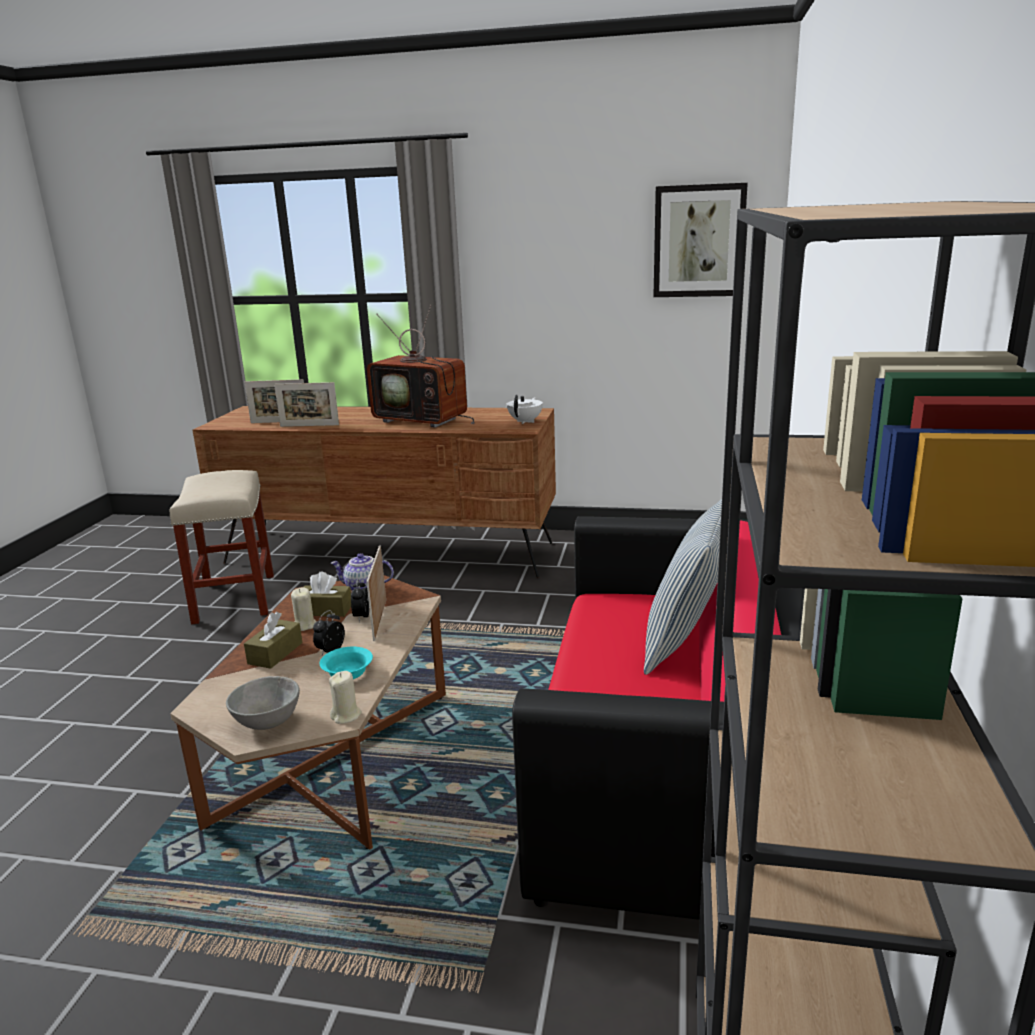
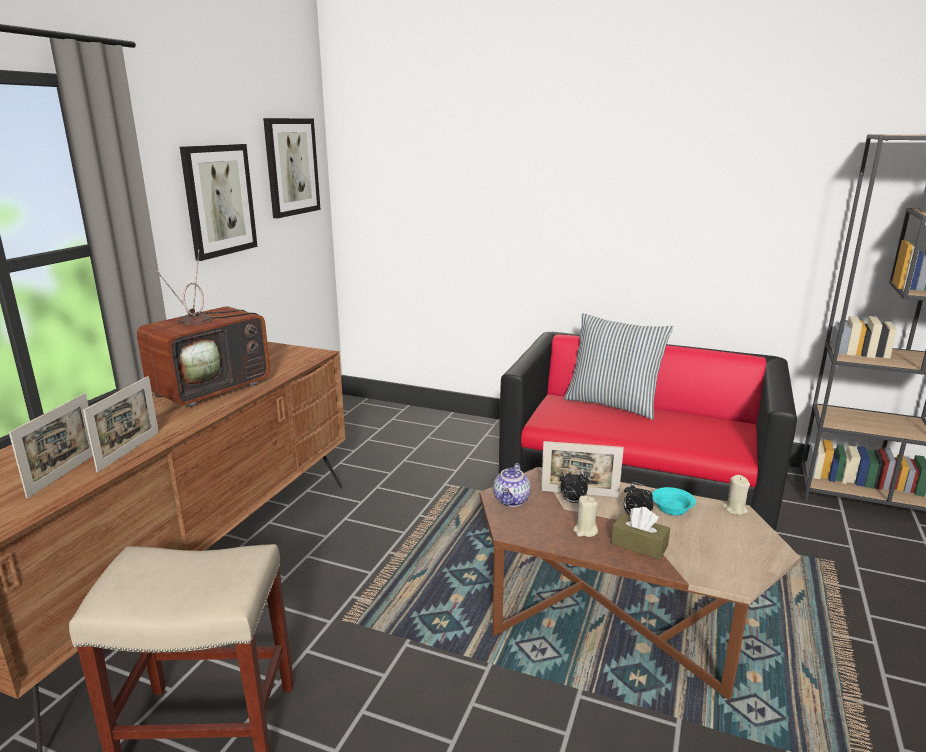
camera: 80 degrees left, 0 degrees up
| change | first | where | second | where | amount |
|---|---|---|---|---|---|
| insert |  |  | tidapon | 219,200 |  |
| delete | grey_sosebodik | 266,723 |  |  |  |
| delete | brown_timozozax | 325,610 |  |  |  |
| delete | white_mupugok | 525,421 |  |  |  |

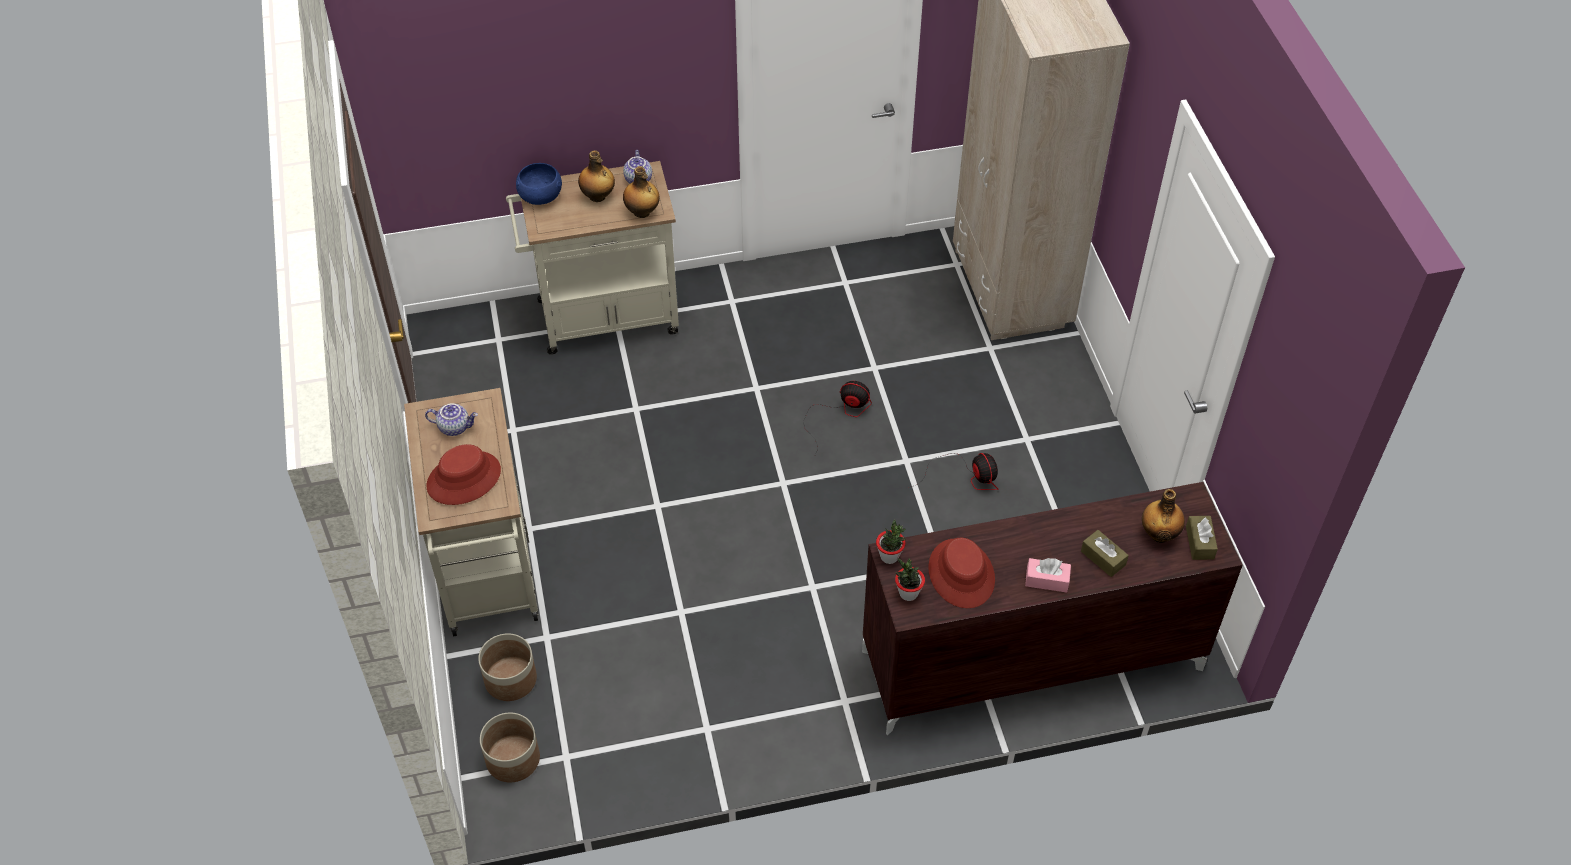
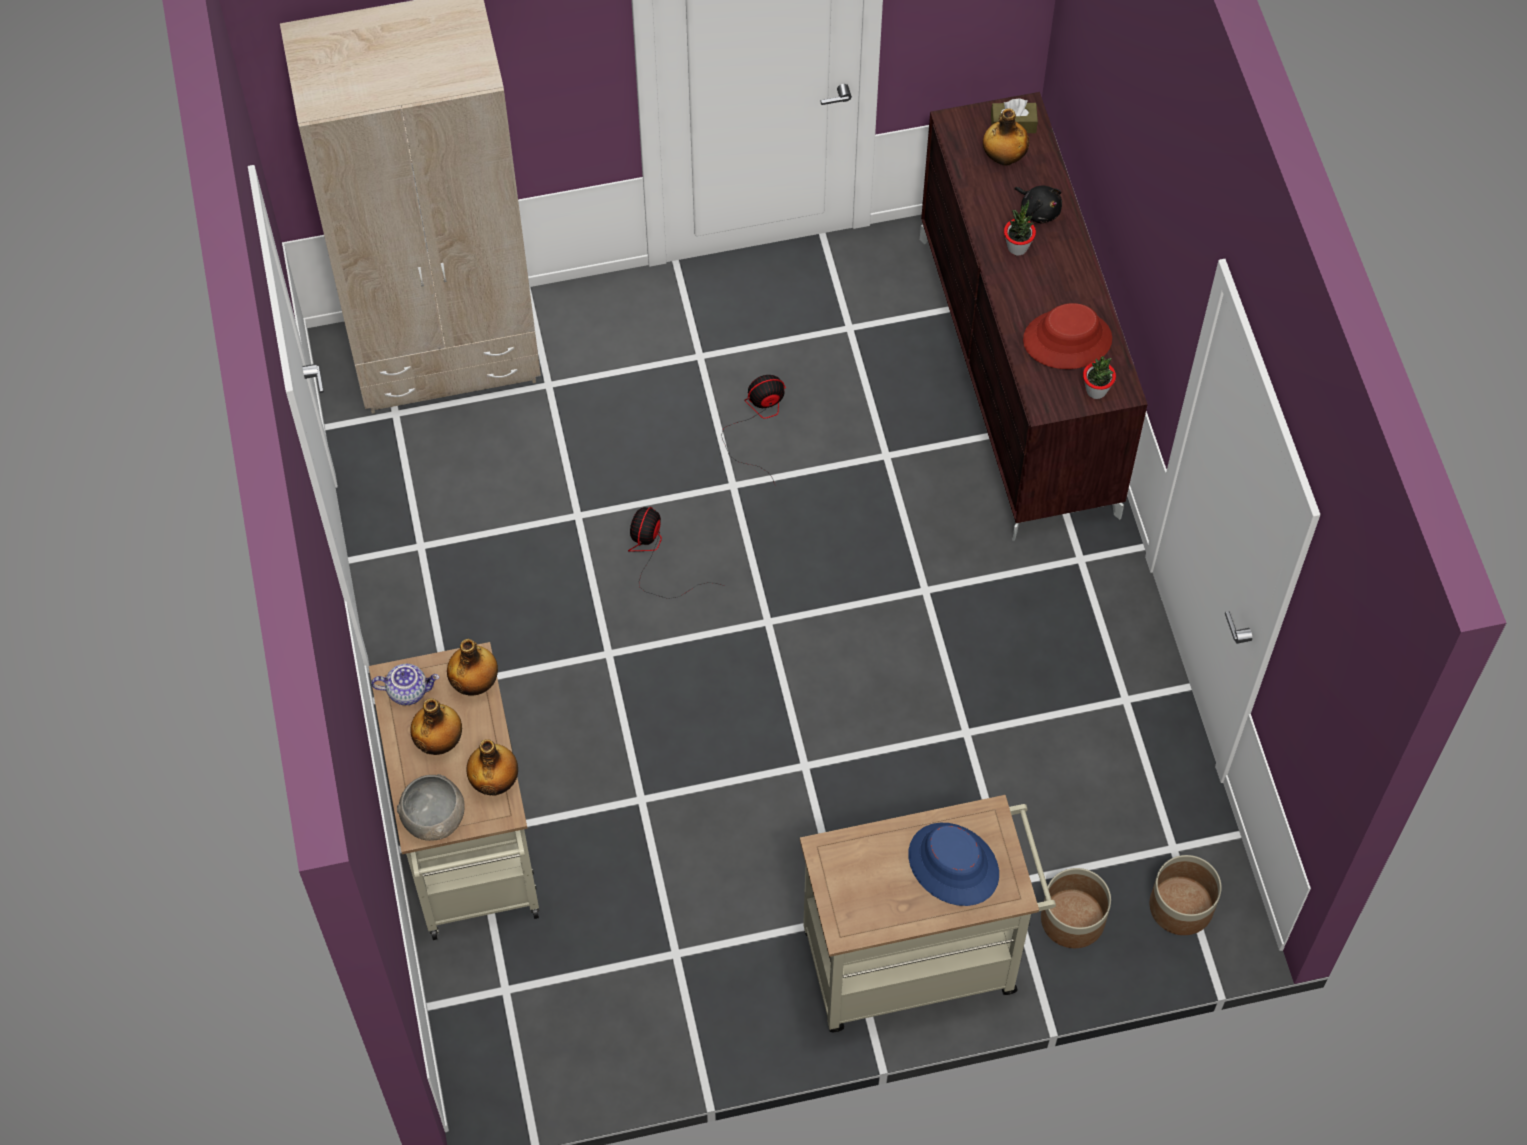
camera: 90 degrees left, 10 degrees up
| change | first | where | second | where | amount |
|---|---|---|---|---|---|
| recolor | blue_sosebodik | 541,196 | grey_sosebodik | 434,817 |  |
| insert |  |  | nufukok | 495,781 |  |
| recolor | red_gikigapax | 463,478 | blue_gikigapax | 953,865 |  |
| move | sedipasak | 889,556 |  | 1017,247 |  |
| replace | brown_timozozax | 1103,558 | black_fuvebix | 1038,210 |  |
| delete | mupugok | 455,427 |  |  |  |
| delete | pink_timozozax | 1047,580 |  |  |  |

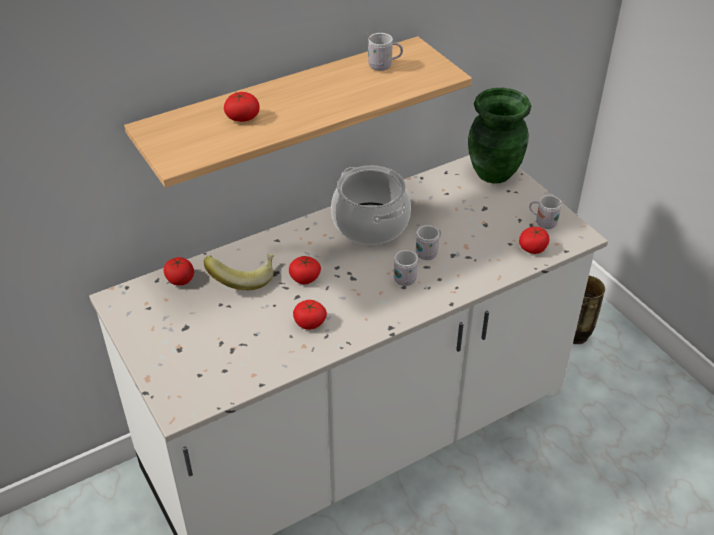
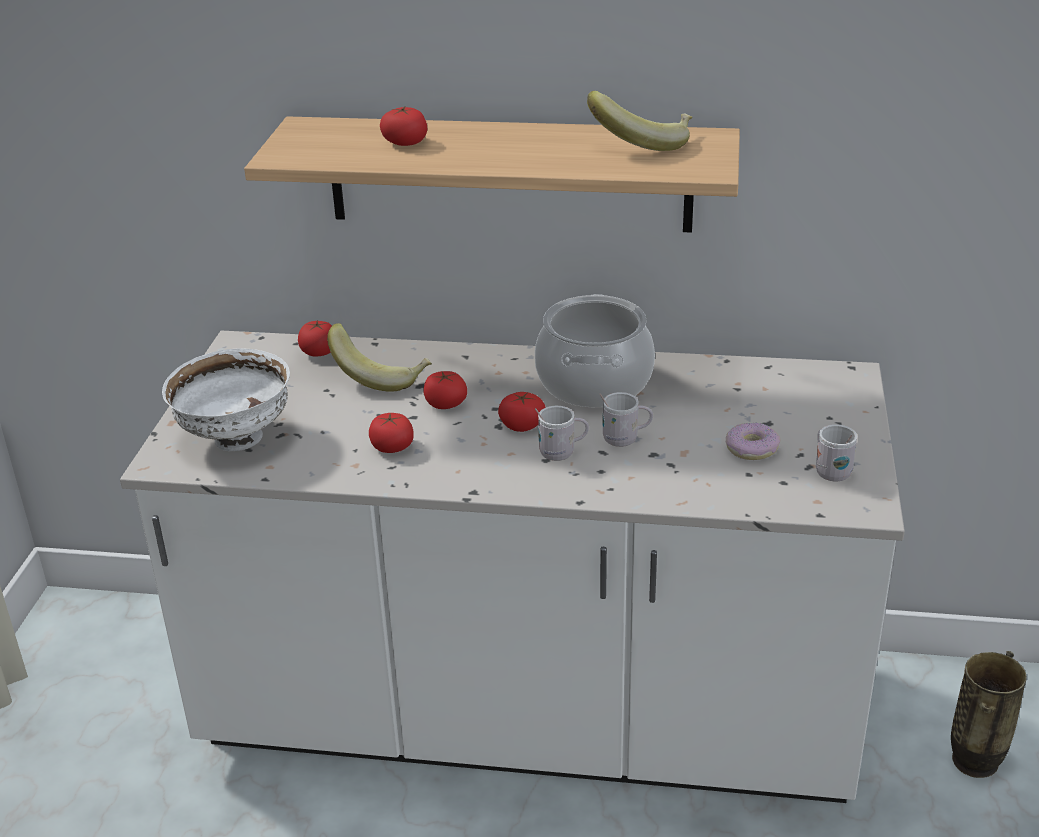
camera: 40 degrees right, 10 degrees down
| change | first | where | second | where | amount |
|---|---|---|---|---|---|
| insert |  |  | white_sosebodik | 236,440 |  |
| move | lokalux | 533,248 |  | 522,425 |  |
| replace | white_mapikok | 384,66 | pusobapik | 642,143 |  |
| insert |  |  | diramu | 751,448 |  |
| delete | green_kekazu | 494,173 |  |  |  |

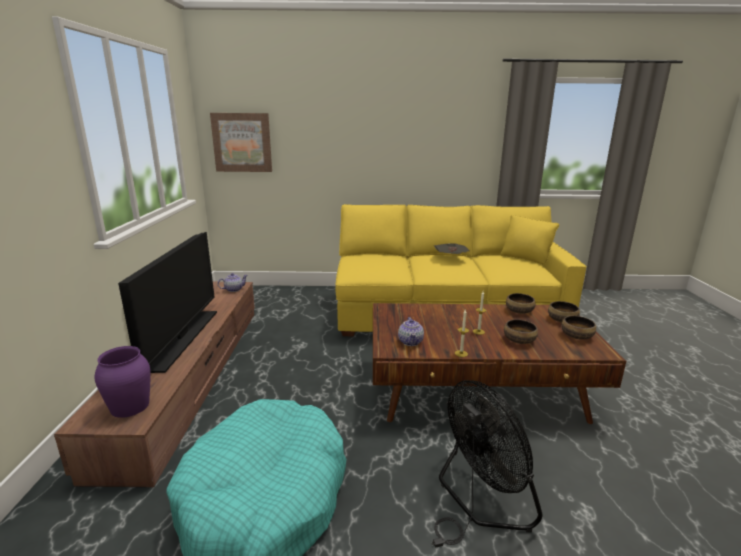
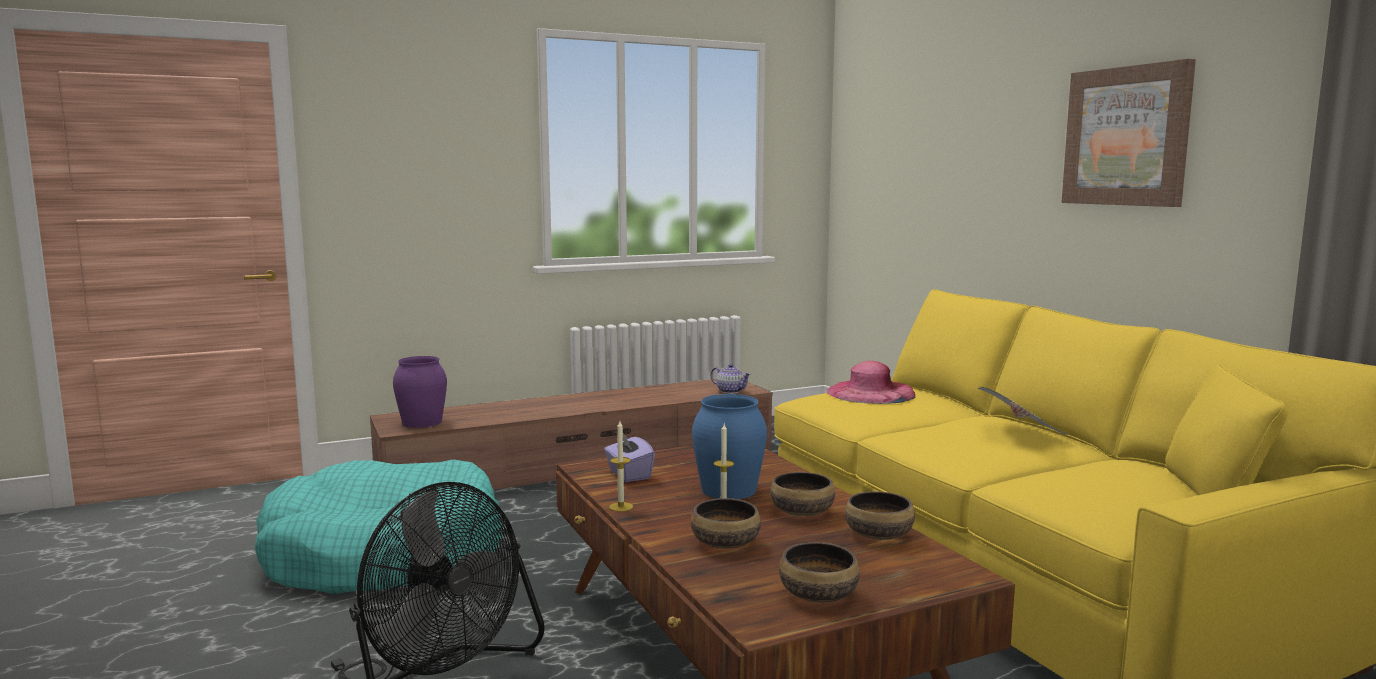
camera: 65 degrees right, 10 degrees down
| change | first | where | second | where | amount |
|---|---|---|---|---|---|
| replace | mupugok | 410,342 | purple_timozozax | 628,474 |  |
| insert |  |  | blue_kekazu | 729,489 |  |
| move | sosebodik | 562,320 |  | 802,512 |  |
| insert |  |  | pink_gikigapax | 871,392 |  |
| move | tidapon | 242,142 |  | 1127,136 |  |
| delete | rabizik | 183,339 |  |  |  |

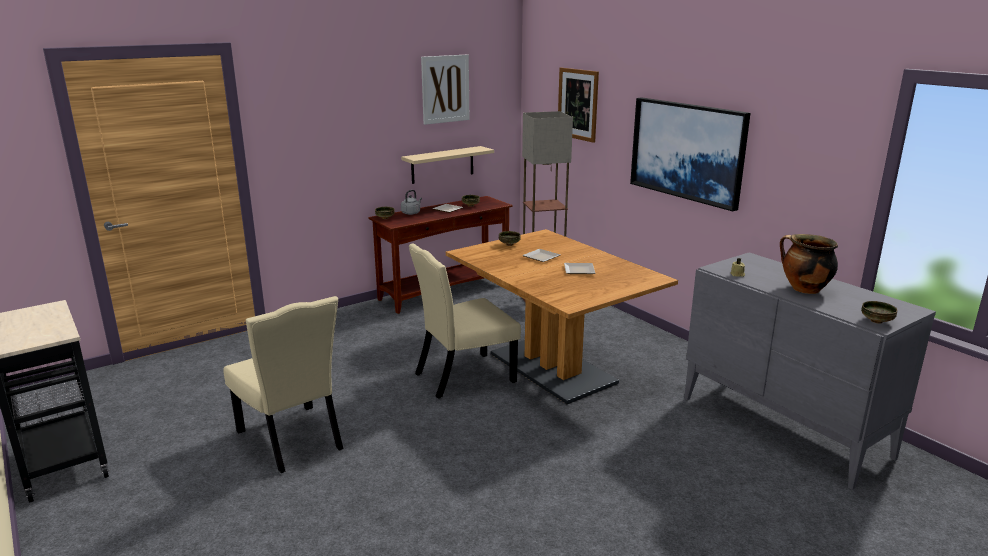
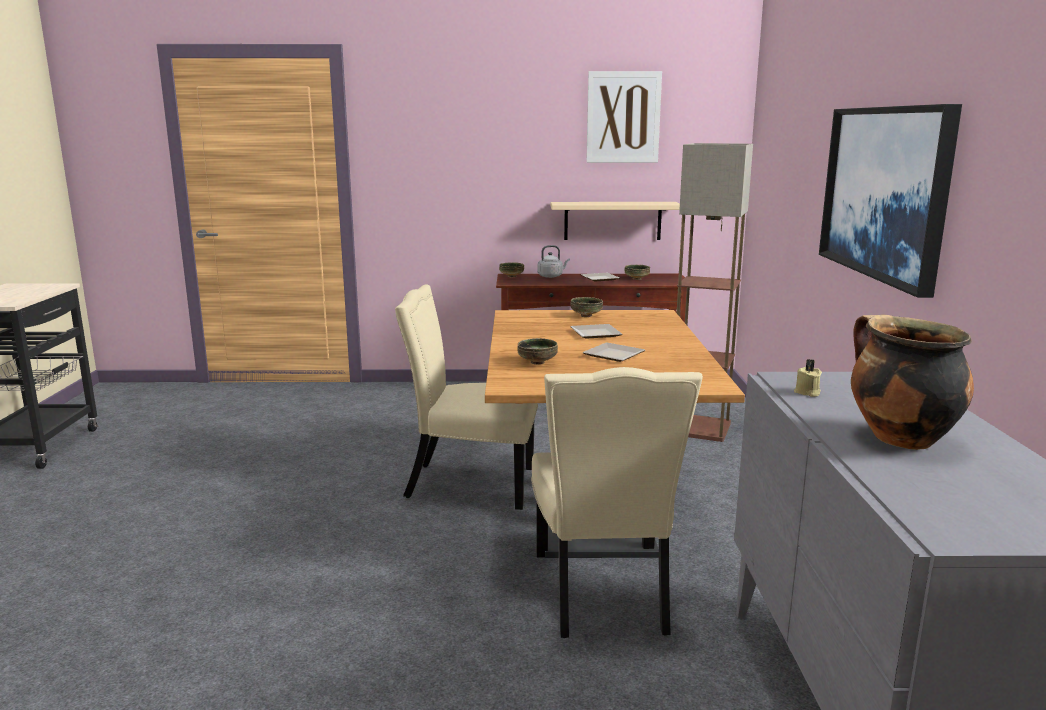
camera: 35 degrees right, 5 degrees down
| change | first | where | second | where | amount |
|---|---|---|---|---|---|
| move | sosebodik | 877,321 |  | 538,362 |  |
| move | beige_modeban | 291,437 |  | 603,589 |  |
| delete | tidapon | 578,104 |  |  |  |

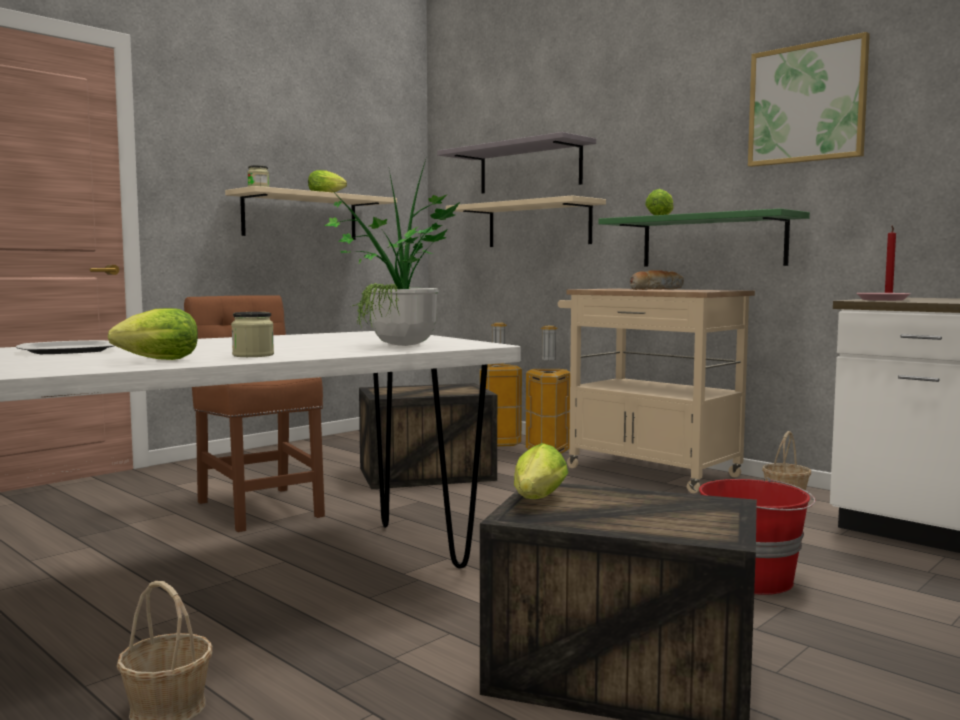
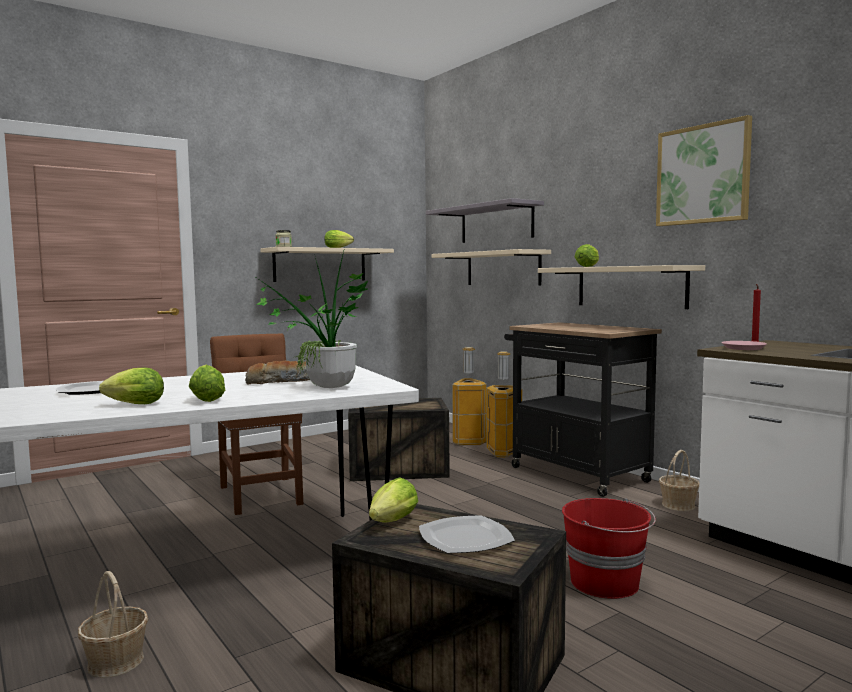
camera: 10 degrees right, 0 degrees up
| change | first | where | second | where | amount |
|---|---|---|---|---|---|
| replace | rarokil | 253,355 | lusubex | 206,399 |  |
| move | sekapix | 656,289 |  | 282,381 |  |
| insert |  |  | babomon | 465,538 |  |
| recolor | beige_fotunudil | 647,471 | black_fotunudil | 575,473 |  |
| recolor | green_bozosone | 712,241 | beige_bozosone | 630,287 |  |

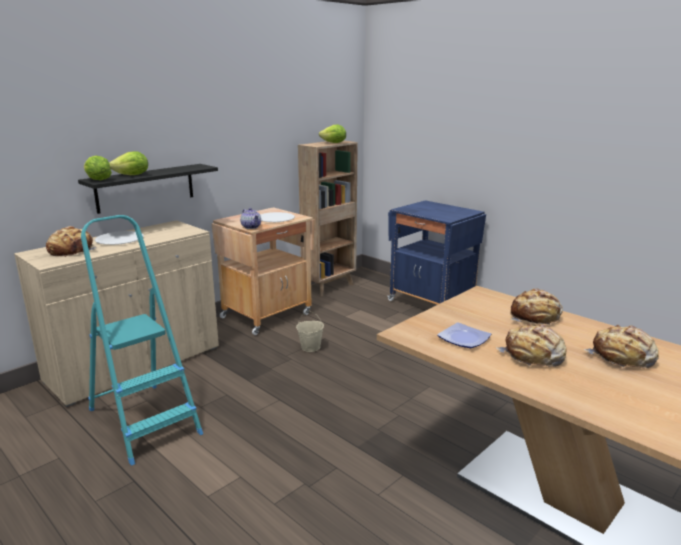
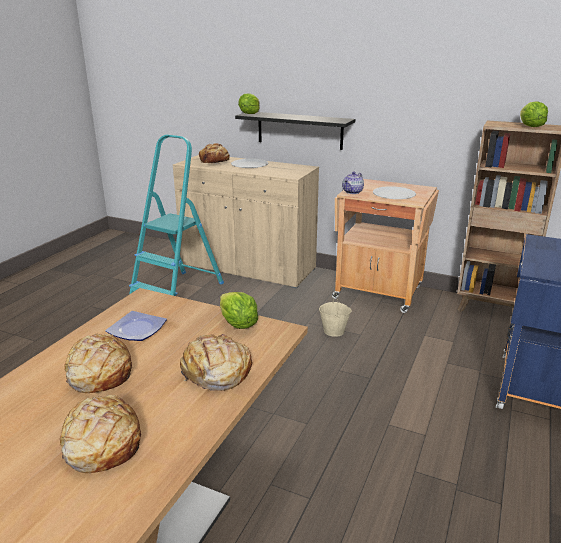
camera: 70 degrees right, 5 degrees up
| change | first | where | second | where | amount |
|---|---|---|---|---|---|
| move | lusubex | 132,175 |  | 238,324 |  |

